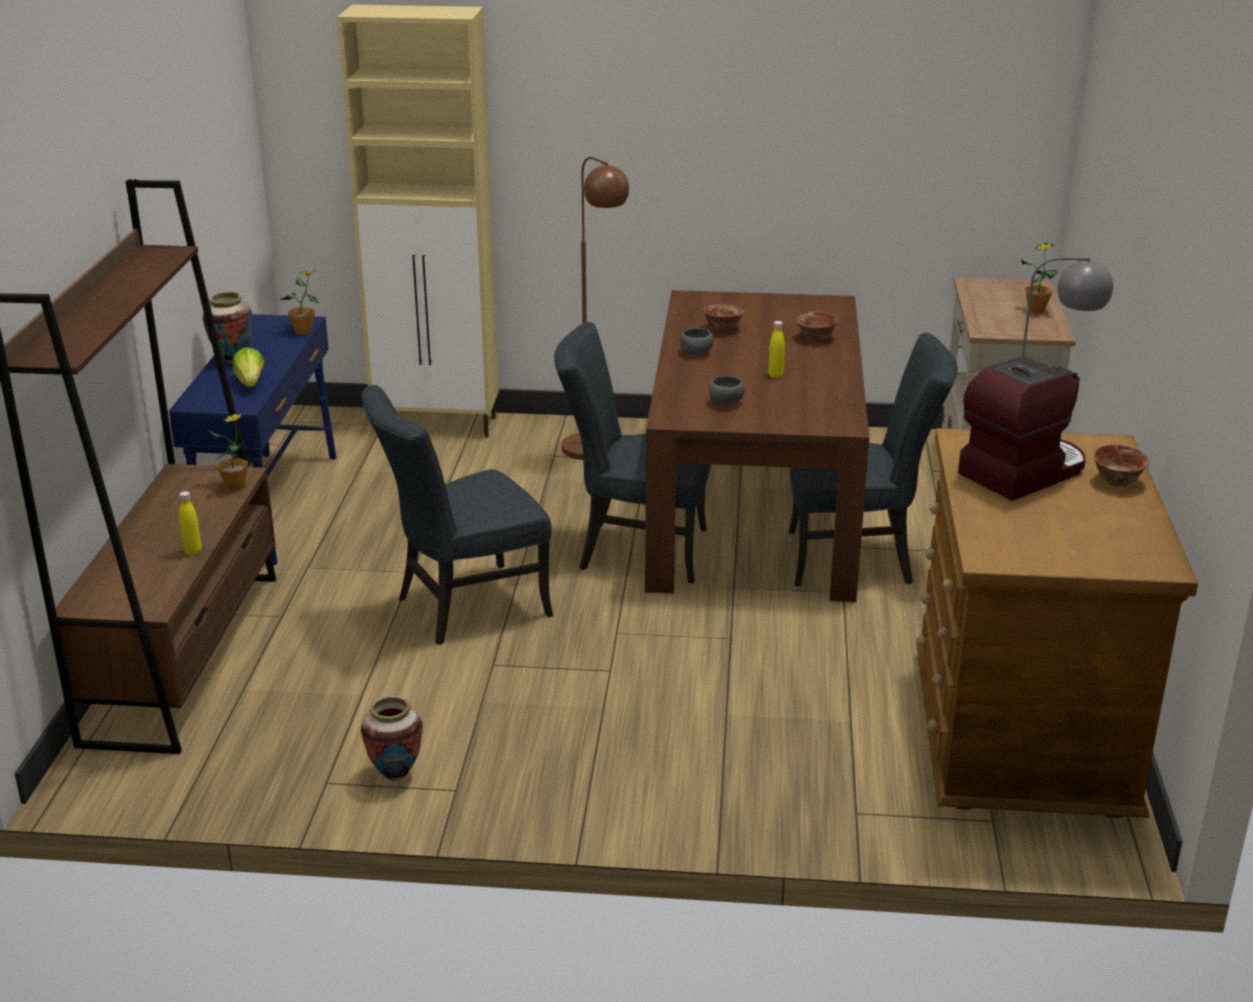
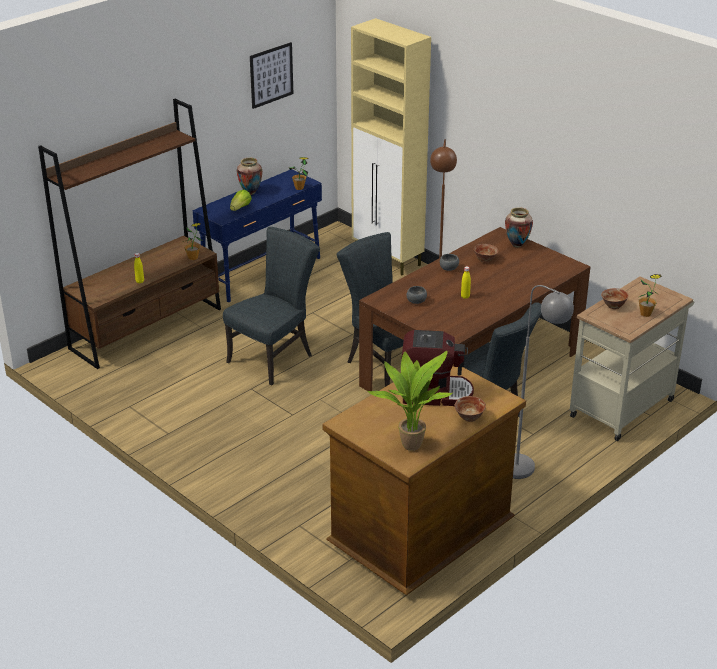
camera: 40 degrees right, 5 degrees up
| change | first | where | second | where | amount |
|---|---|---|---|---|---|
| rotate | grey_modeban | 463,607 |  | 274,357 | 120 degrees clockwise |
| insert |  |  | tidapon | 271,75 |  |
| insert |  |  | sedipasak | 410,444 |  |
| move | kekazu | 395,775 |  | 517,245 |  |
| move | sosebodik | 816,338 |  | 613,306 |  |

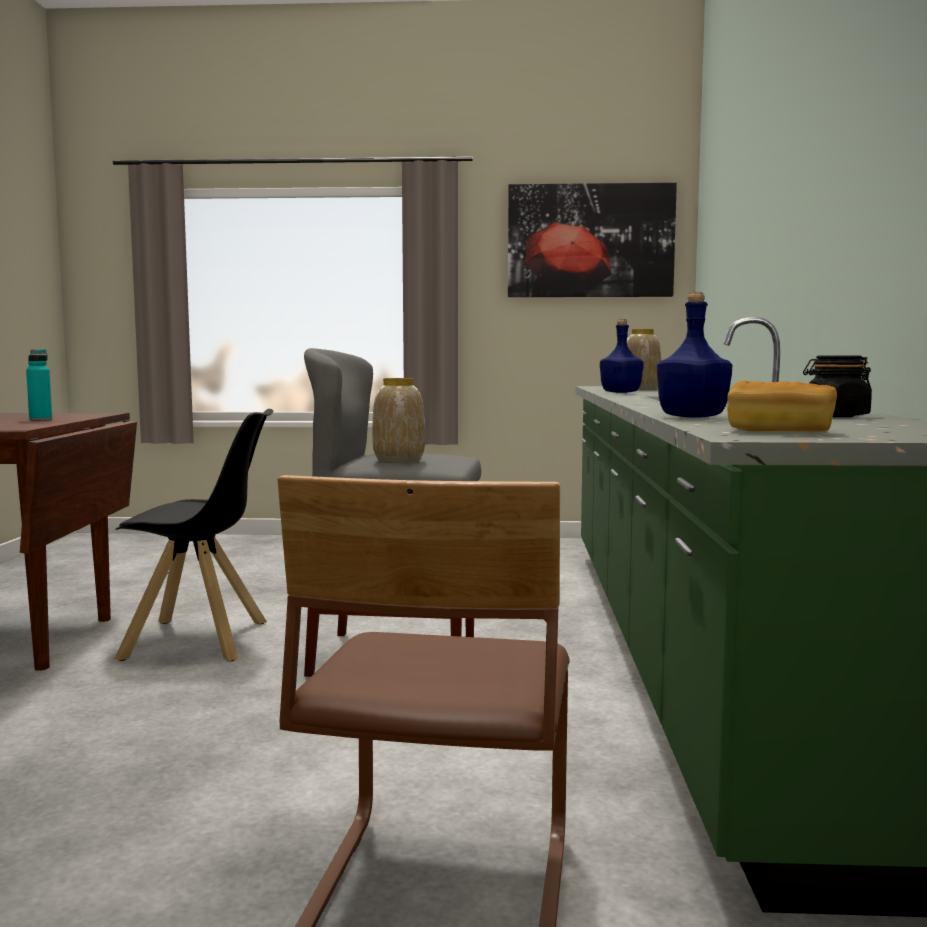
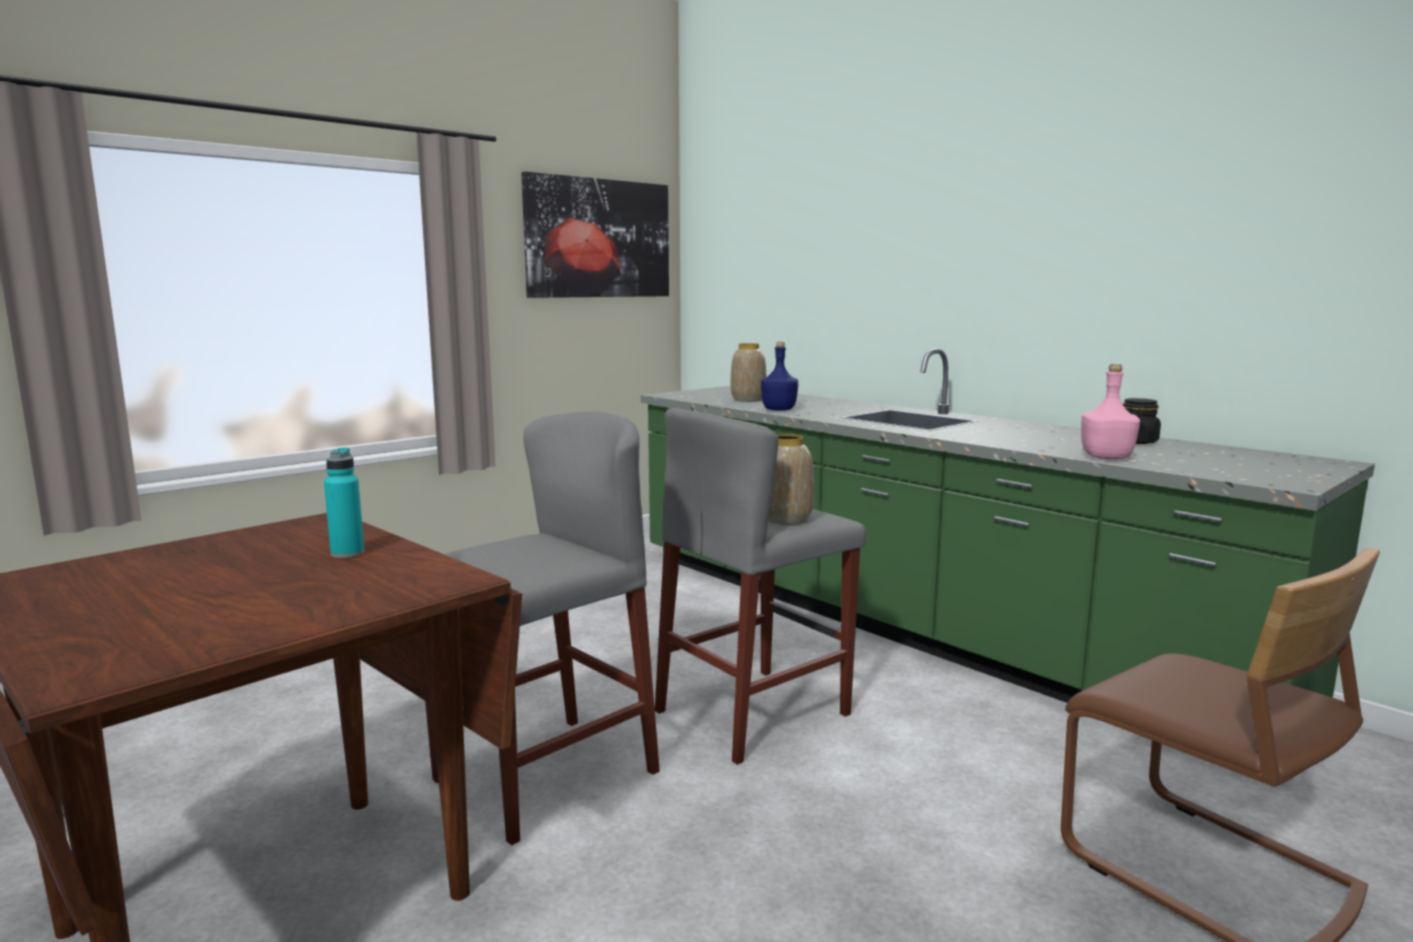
camera: 45 degrees left, 5 degrees up
| change | first | where | second | where | amount |
|---|---|---|---|---|---|
| replace | black_modeban | 200,640 | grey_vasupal | 545,776 |  |
| recolor | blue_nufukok | 691,417 | pink_nufukok | 1105,457 |  |
| delete | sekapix | 779,431 |  |  |  |

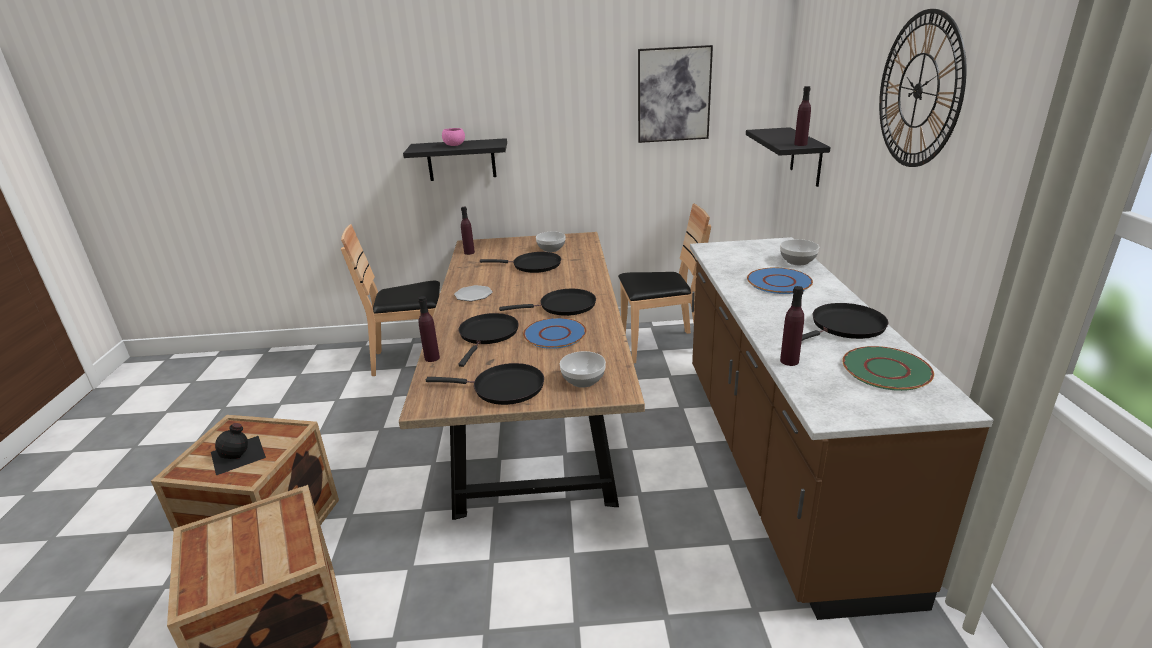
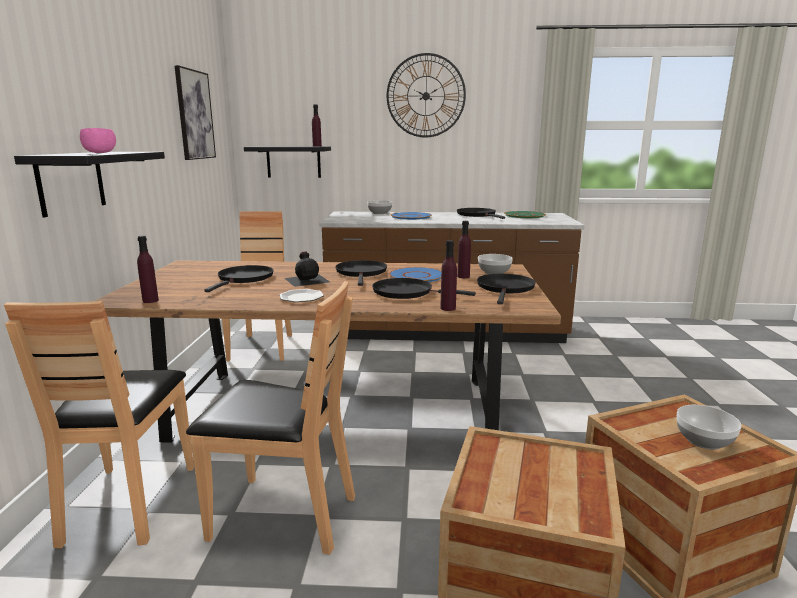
camera: 85 degrees left, 10 degrees down
| change | first | where | second | where | amount |
|---|---|---|---|---|---|
| insert |  |  | brown_modeban | 283,515 |  |
| move | black_nufukok | 239,454 |  | 307,279 |  |
| move | purple_nufukok | 789,361 |  | 463,276 |  |
| move | sosebodik | 551,249 |  | 703,441 |  |

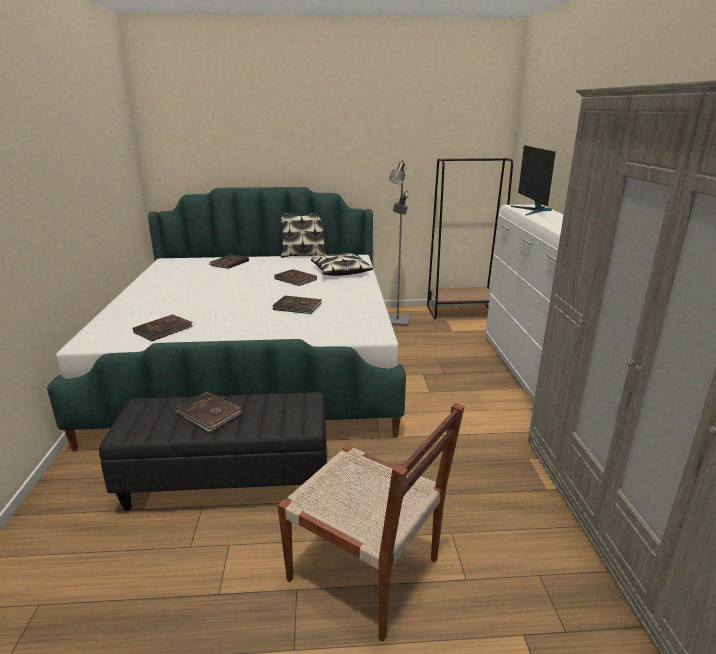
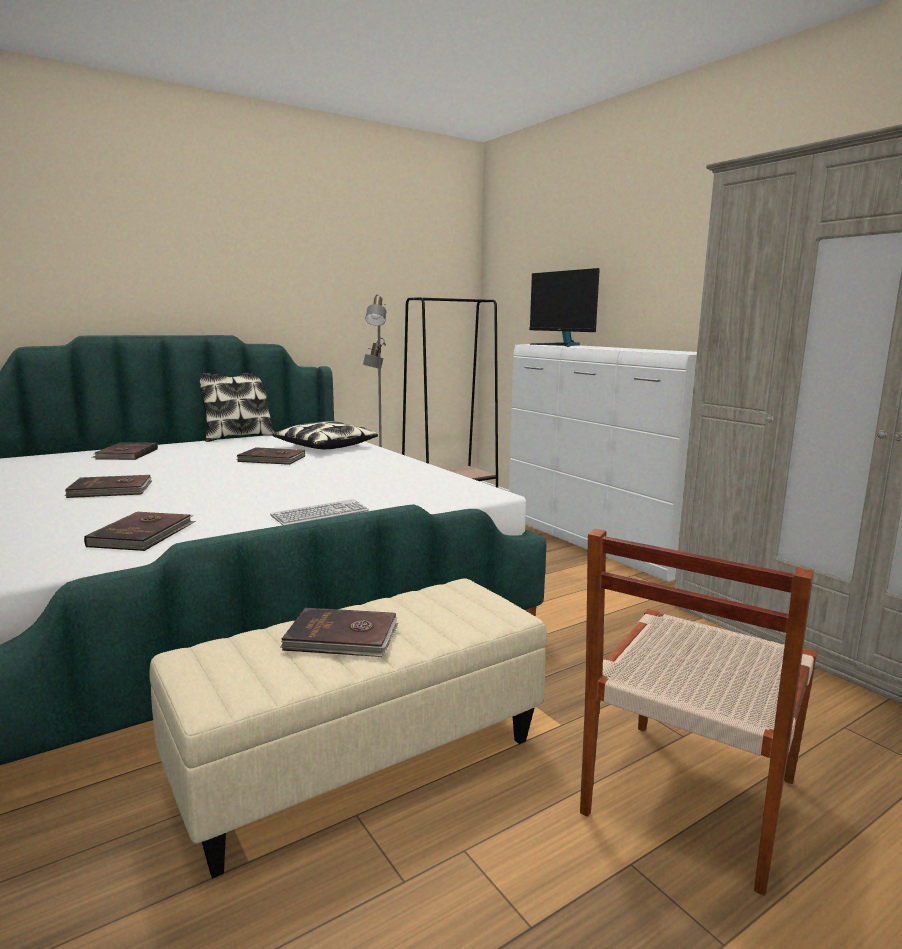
camera: 30 degrees left, 10 degrees down
| change | first | where | second | where | amount |
|---|---|---|---|---|---|
| move | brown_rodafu | 297,307 |  | 111,490 |  |
| recolor | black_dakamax | 228,481 | beige_dakamax | 361,764 |  |
| insert |  |  | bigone | 320,514 |  |
| rotate | modeban | 367,573 |  | 687,802 | 120 degrees clockwise |

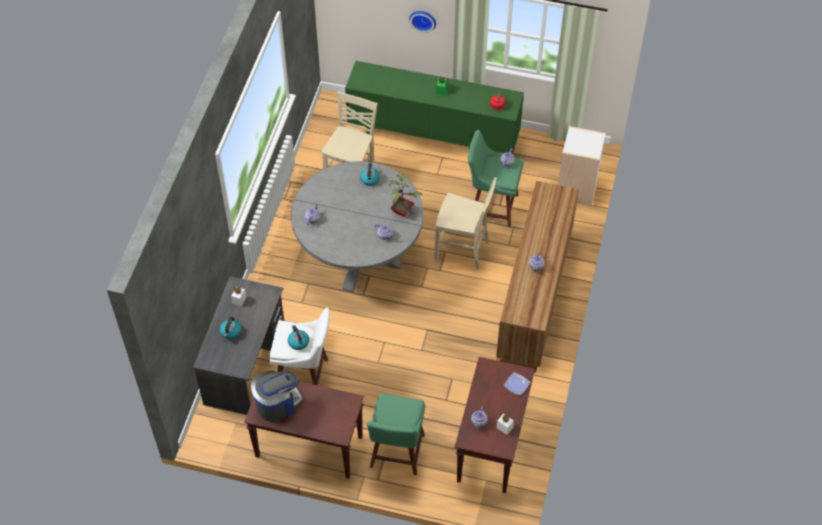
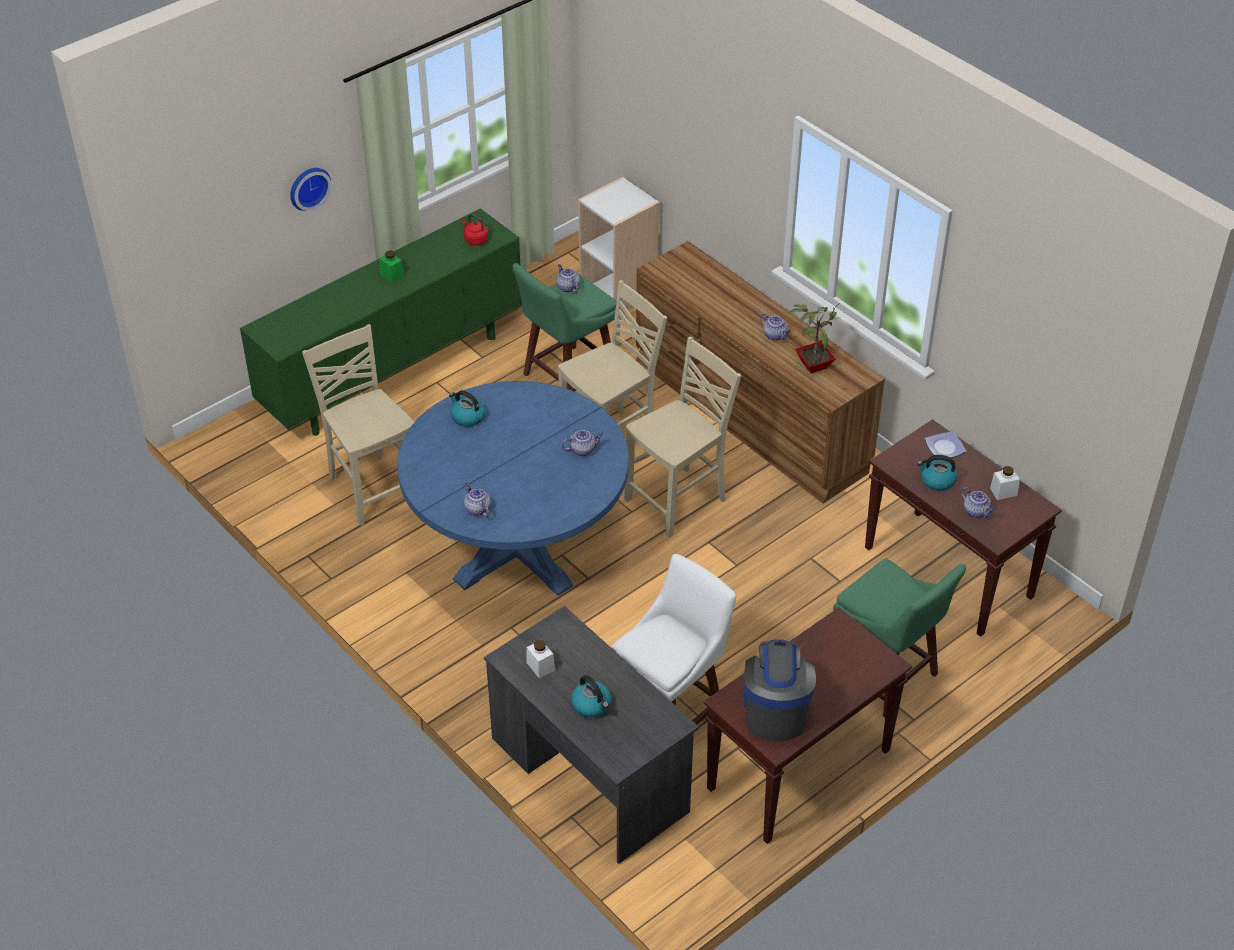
camera: 55 degrees left, 10 degrees down
| change | first | where | second | where | amount |
|---|---|---|---|---|---|
| recolor | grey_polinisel | 359,256 | blue_polinisel | 518,548 |  |
| insert |  |  | beige_modeban | 678,501 |  |
| move | sedipasak | 403,210 |  | 813,365 |  |
| move | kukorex | 298,342 |  | 937,481 |  |

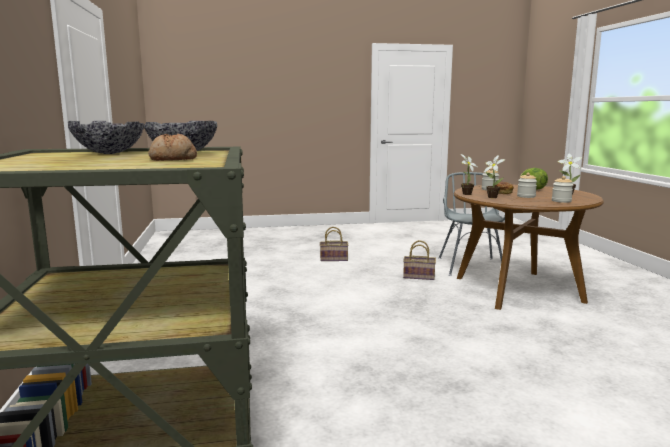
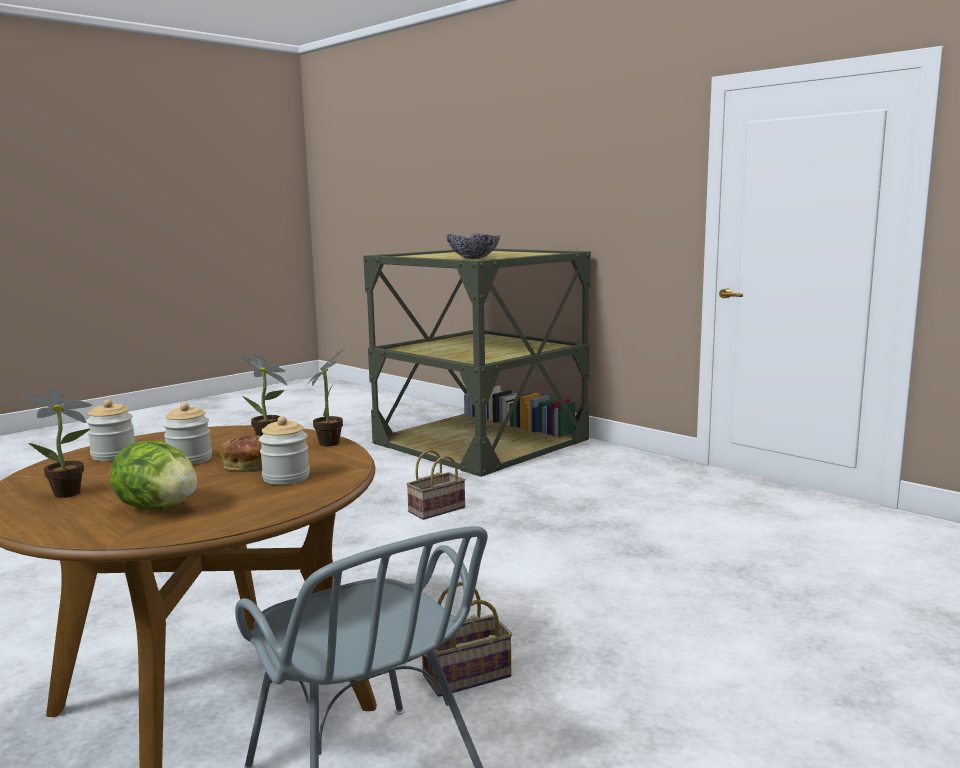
camera: 145 degrees right, 0 degrees up
| change | first | where | second | where | amount |
|---|---|---|---|---|---|
| move | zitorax | 334,259 |  | 436,510 |  |
| delete | sosebodik | 109,153 |  |  |  |
| delete | sekapix | 172,159 |  |  |  |

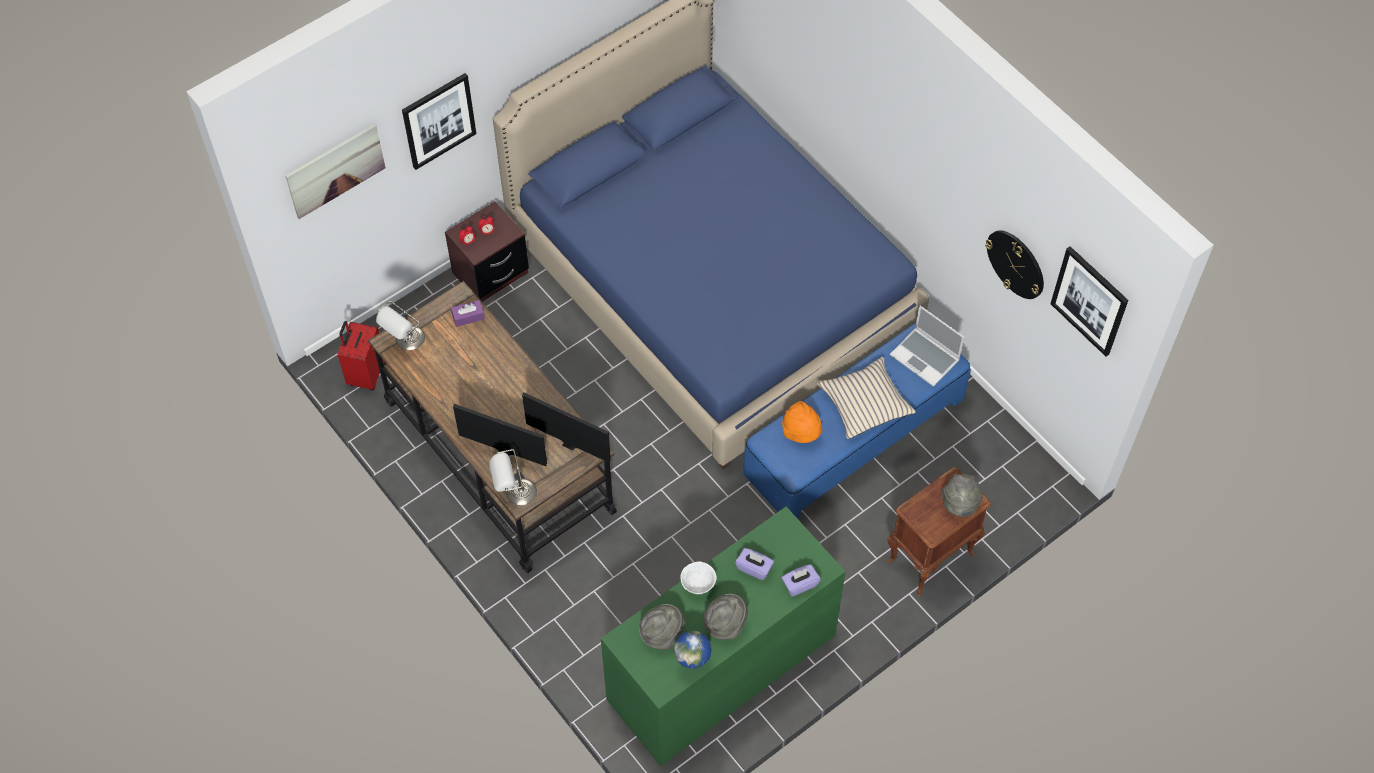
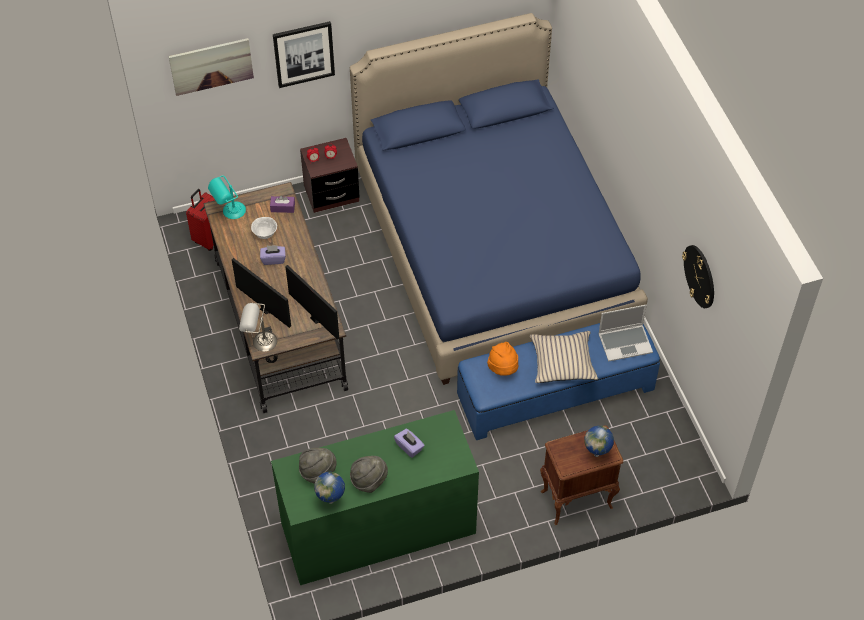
camera: 20 degrees right, 5 degrees down
| change | first | where | second | where | amount |
|---|---|---|---|---|---|
| recolor | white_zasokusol | 406,342 | turquoise_zasokusol | 230,212 |  |
| move | white_sosebodik | 698,585 |  | 265,234 |  |
| move | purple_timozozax | 799,584 |  | 273,259 |  |
| replace | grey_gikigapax | 959,505 | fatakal | 597,454 |  |
| rotate | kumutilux | 925,358 |  | 625,343 | 75 degrees counterclockwise |
| delete | tidapon | 1090,300 |  |  |  |

